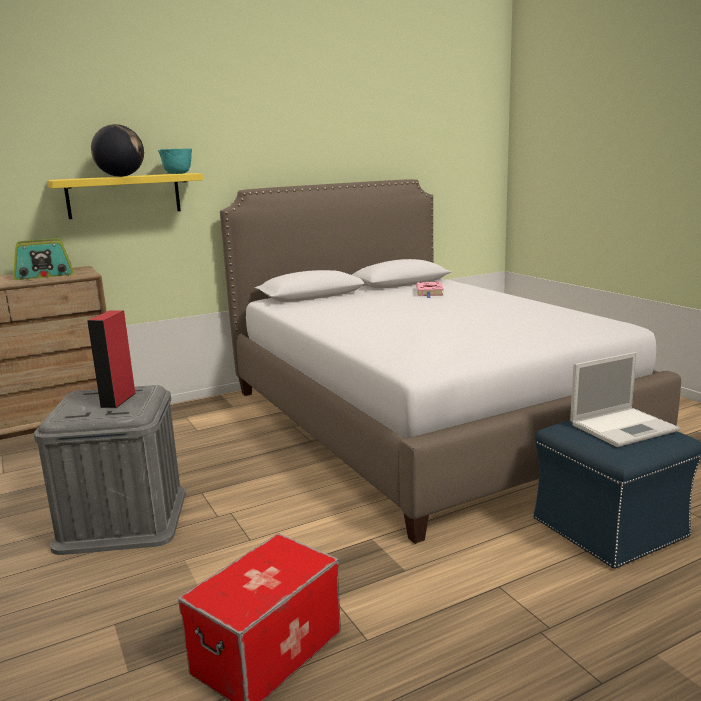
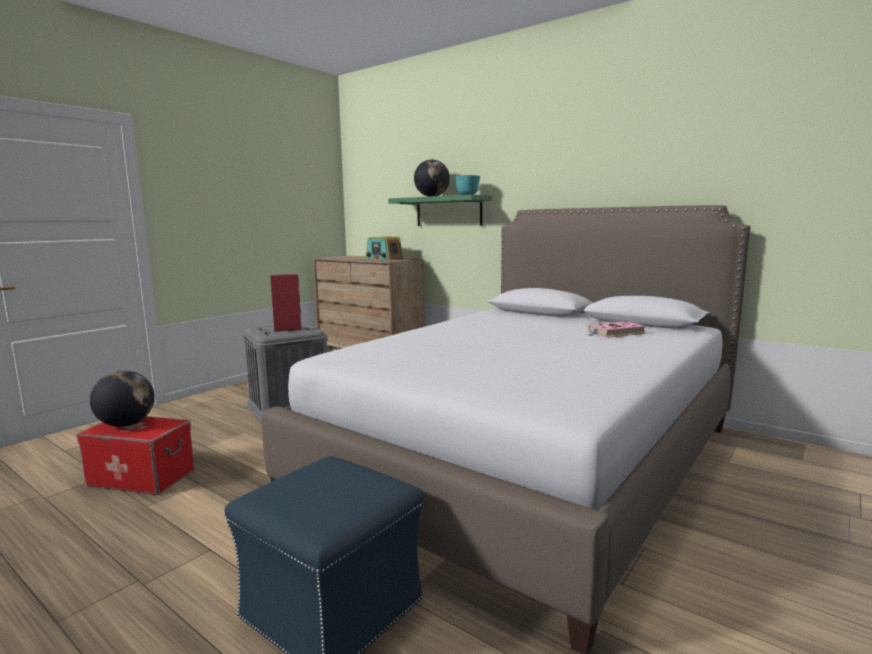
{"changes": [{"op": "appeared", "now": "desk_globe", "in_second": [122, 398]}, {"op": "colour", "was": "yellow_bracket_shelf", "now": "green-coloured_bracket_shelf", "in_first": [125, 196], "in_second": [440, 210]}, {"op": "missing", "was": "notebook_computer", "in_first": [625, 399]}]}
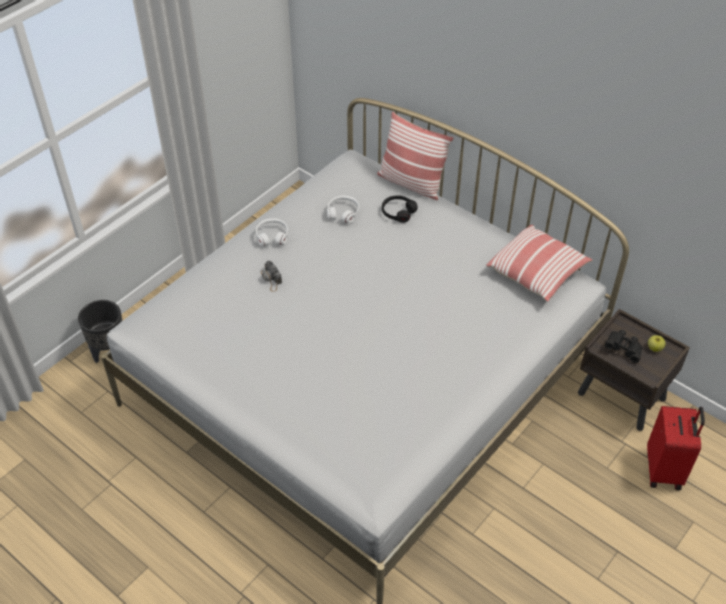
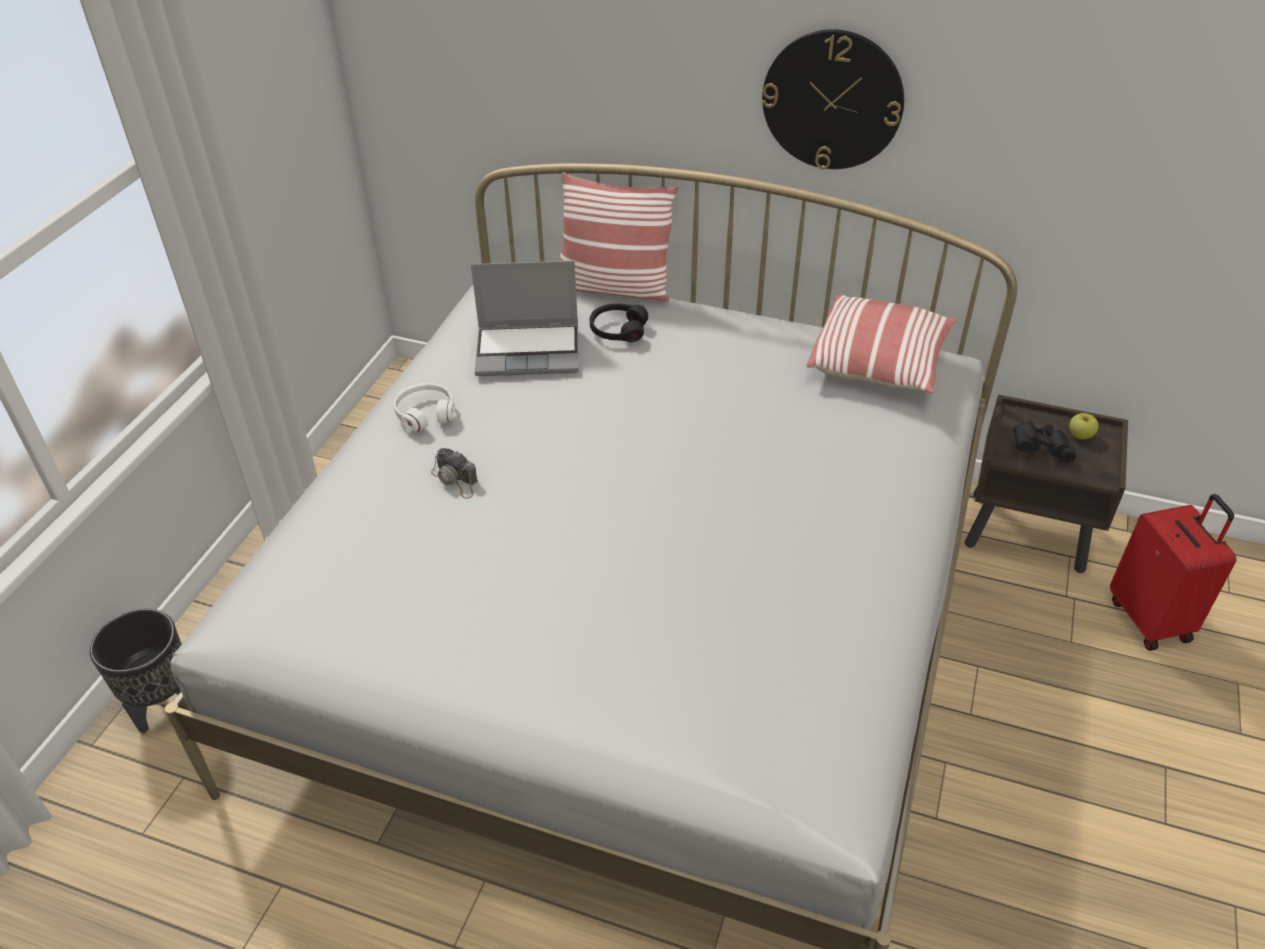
{"changes": [{"op": "exchanged", "was": "whitish_headset", "now": "notebook_computer", "in_first": [343, 209], "in_second": [525, 318]}, {"op": "appeared", "now": "wall_clock", "in_second": [833, 99]}]}
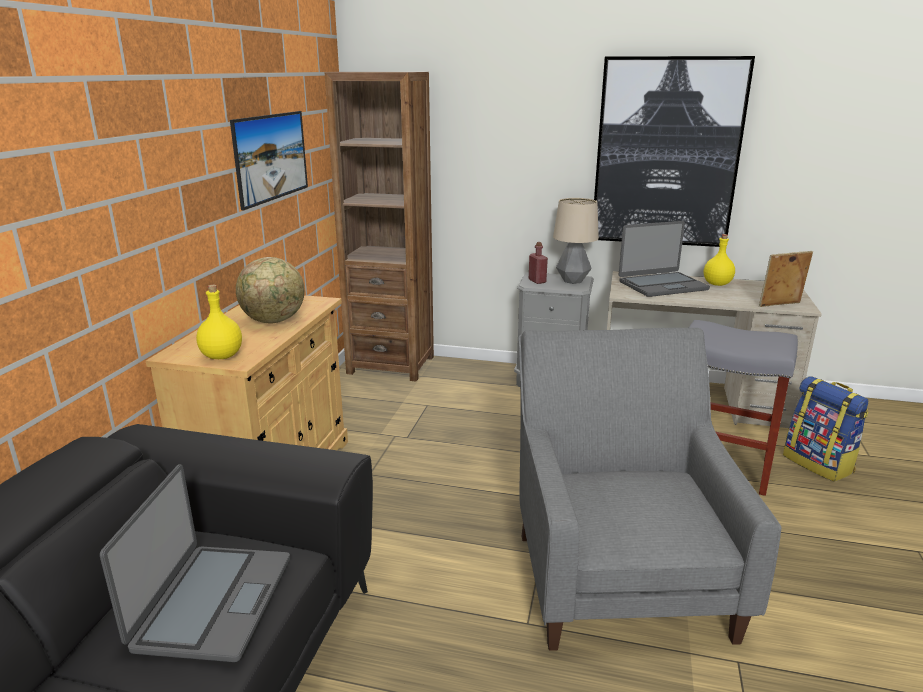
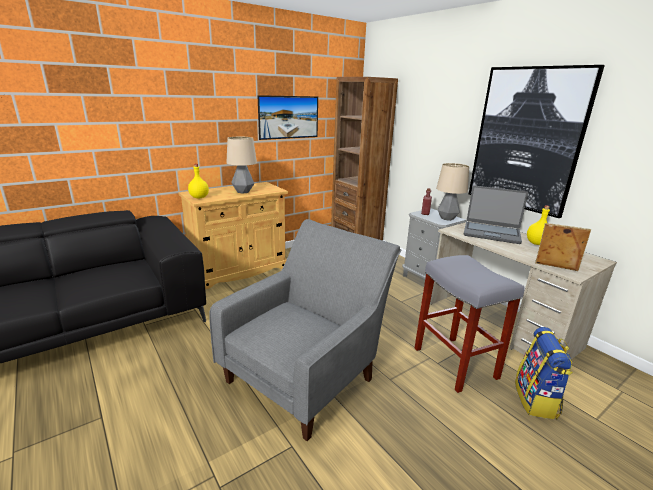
{"changes": [{"op": "exchanged", "was": "desk_globe", "now": "lamp_for_a_table", "in_first": [270, 290], "in_second": [241, 165]}, {"op": "missing", "was": "notebook_computer", "in_first": [195, 563]}]}
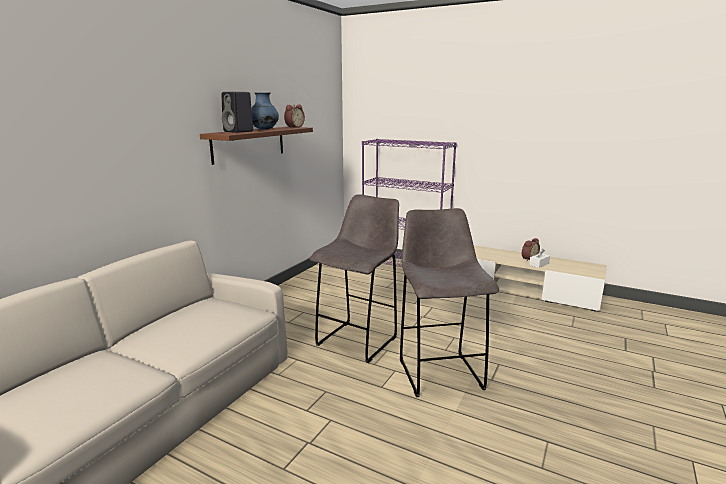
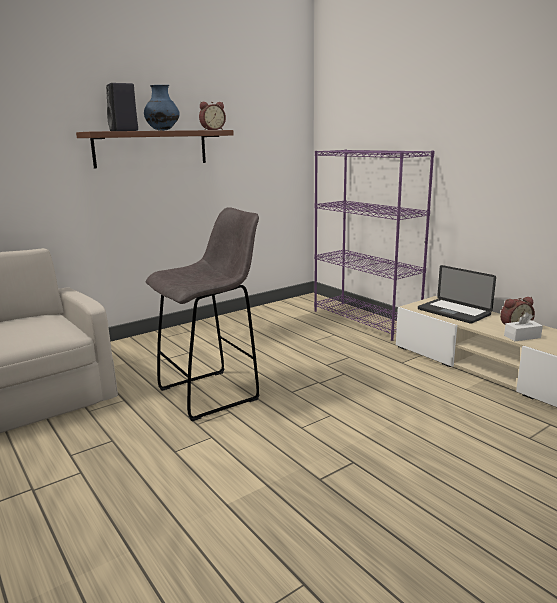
{"changes": [{"op": "appeared", "now": "notebook_computer", "in_second": [457, 294]}, {"op": "missing", "was": "grey_sitting_stool", "in_first": [449, 302]}]}
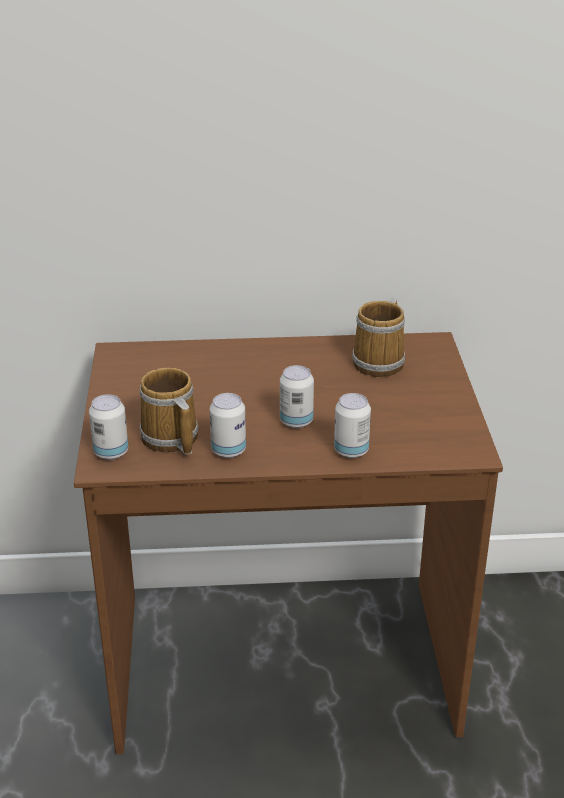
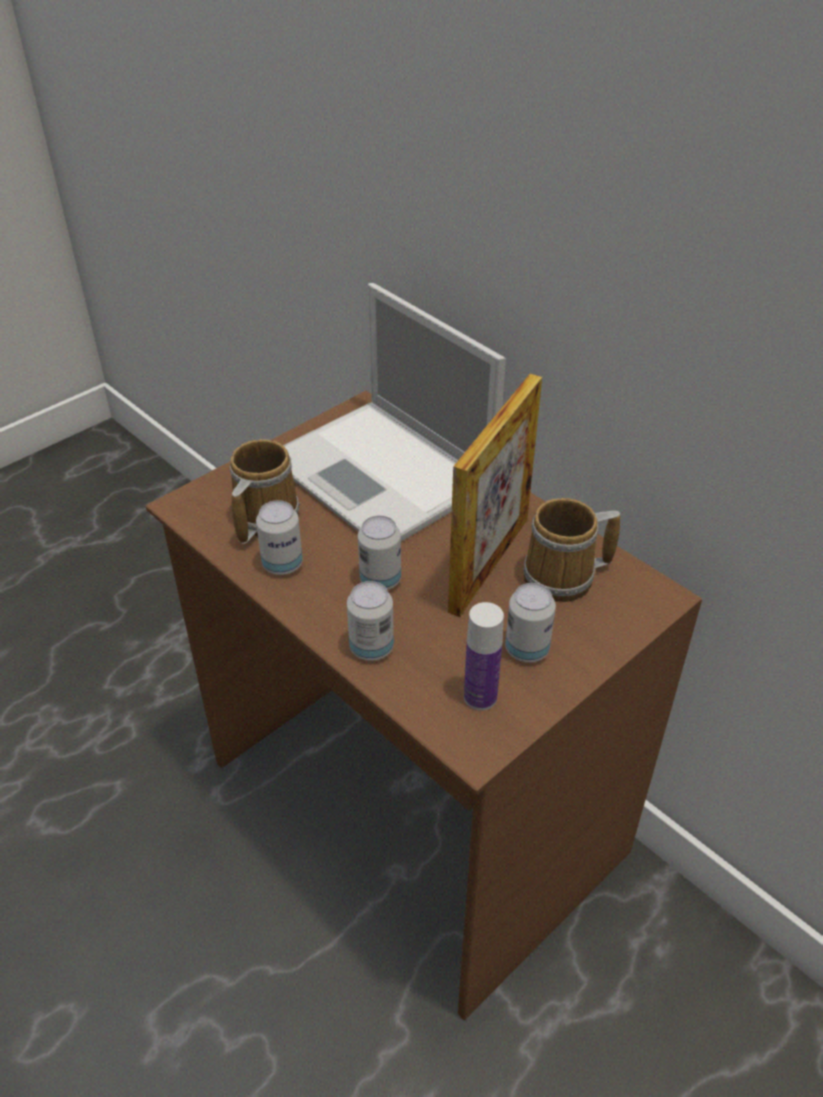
{"changes": [{"op": "appeared", "now": "notebook_computer", "in_second": [394, 412]}, {"op": "appeared", "now": "standing_frame", "in_second": [495, 495]}, {"op": "appeared", "now": "beverage_bottle", "in_second": [484, 656]}, {"op": "relocated", "was": "sealed_can", "in_first": [108, 427], "in_second": [530, 622]}]}
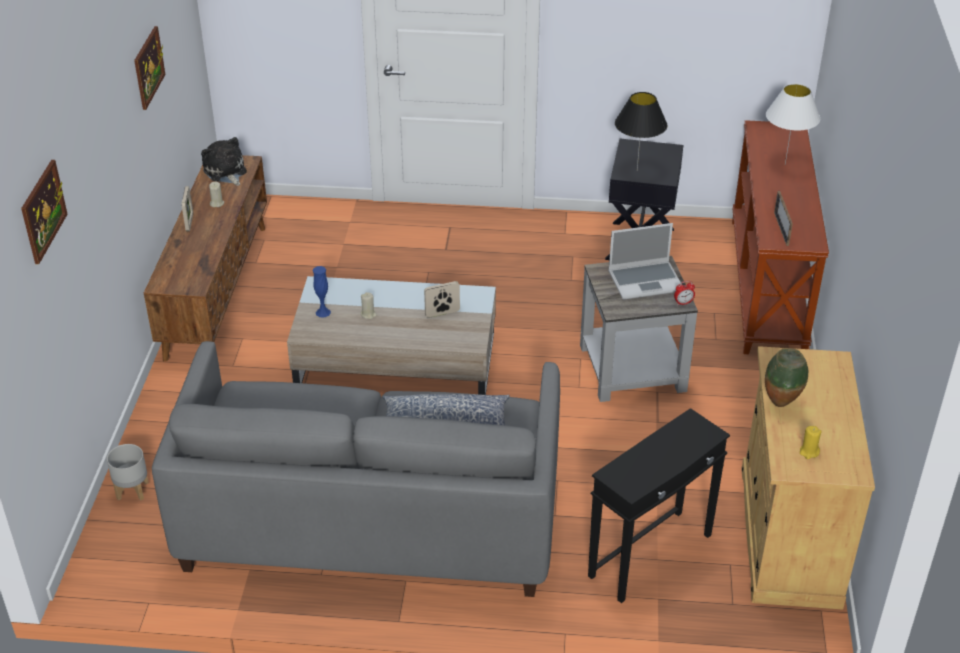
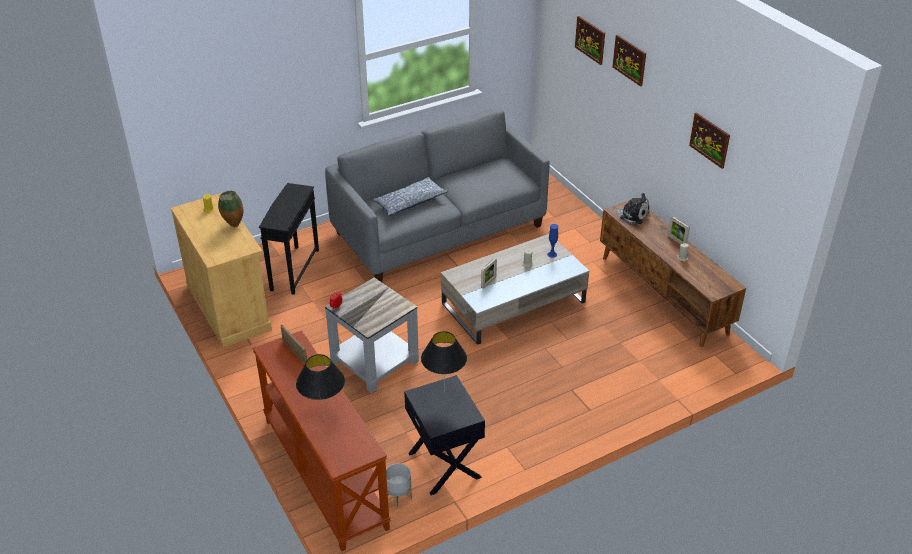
{"changes": [{"op": "colour", "was": "whitish_lamp_for_a_table", "now": "black_lamp_for_a_table", "in_first": [793, 123], "in_second": [320, 386]}, {"op": "relocated", "was": "grey_flower_pot", "in_first": [128, 472], "in_second": [399, 485]}, {"op": "appeared", "now": "wall_picture", "in_second": [629, 61]}, {"op": "relocated", "was": "soft_toy", "in_first": [224, 161], "in_second": [631, 208]}, {"op": "missing", "was": "notebook_computer", "in_first": [644, 261]}]}
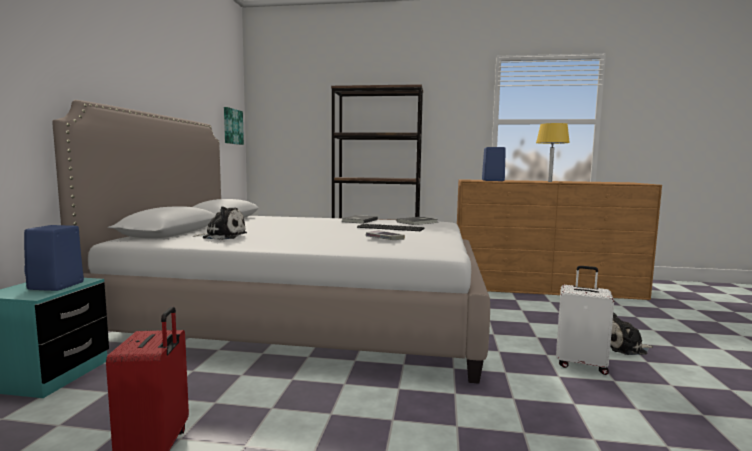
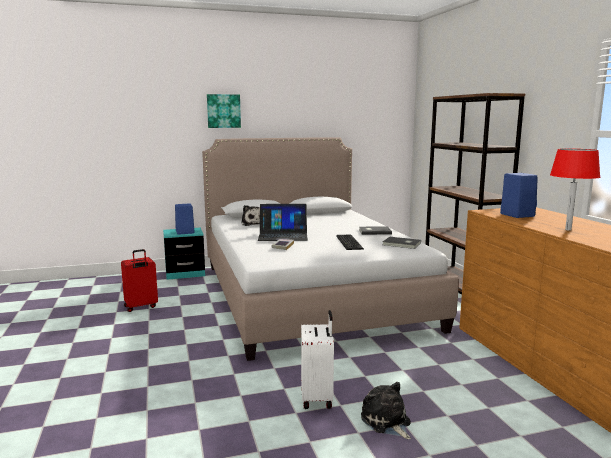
{"changes": [{"op": "relocated", "was": "wall_picture", "in_first": [234, 126], "in_second": [224, 111]}, {"op": "appeared", "now": "notebook_computer", "in_second": [283, 222]}, {"op": "colour", "was": "yellow_lamp_for_a_table", "now": "red-coloured_lamp_for_a_table", "in_first": [553, 152], "in_second": [575, 190]}]}
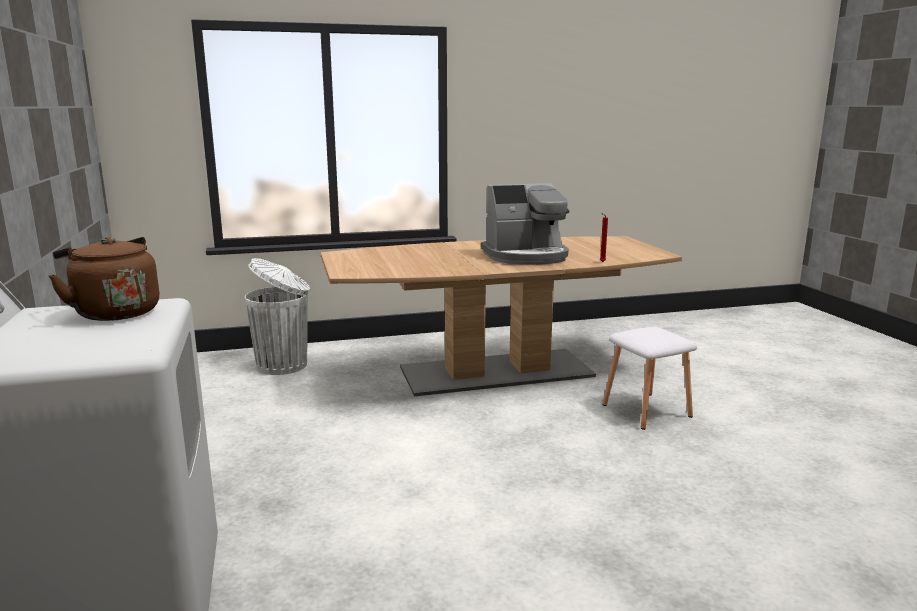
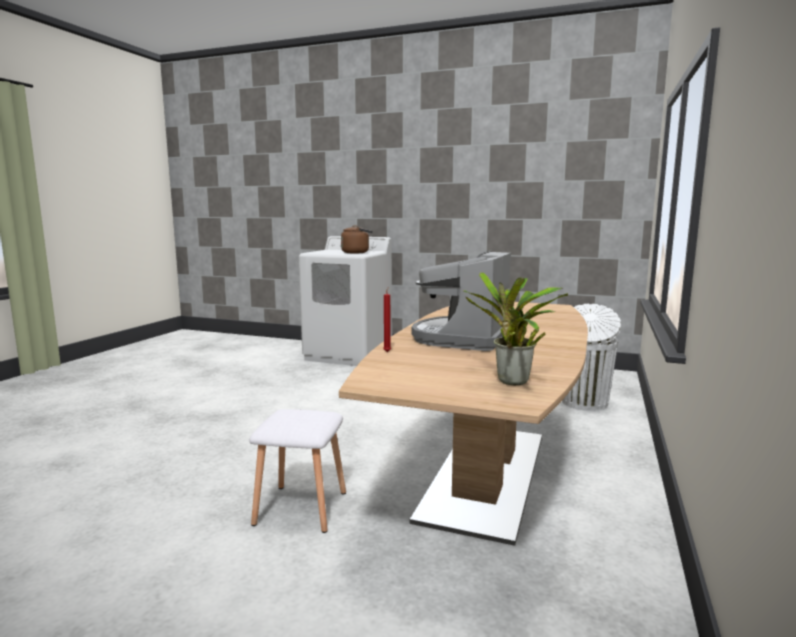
{"changes": [{"op": "appeared", "now": "houseplant", "in_second": [515, 328]}]}
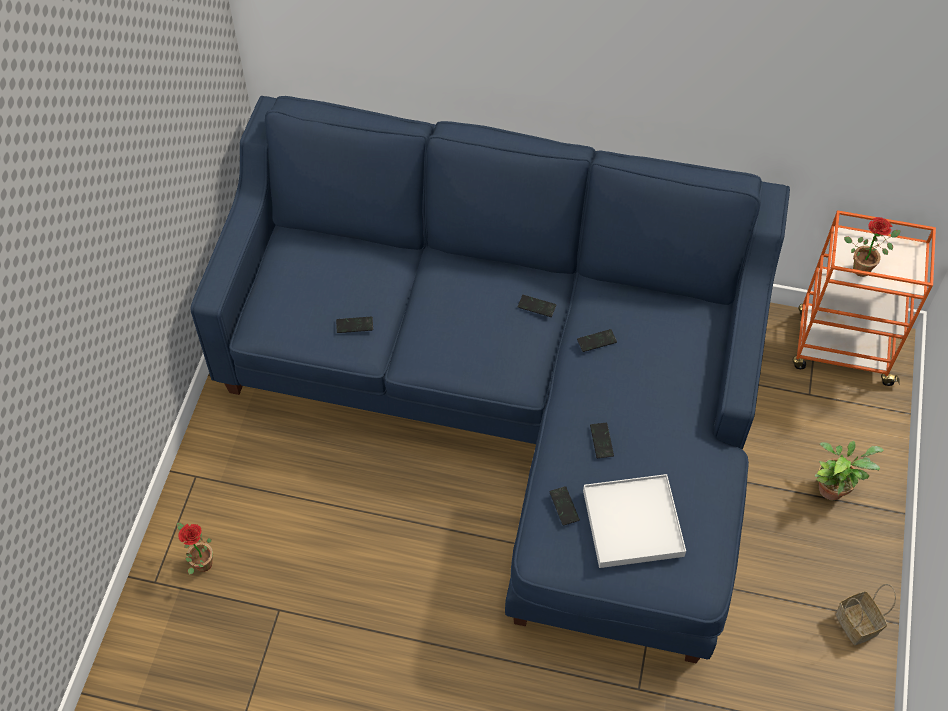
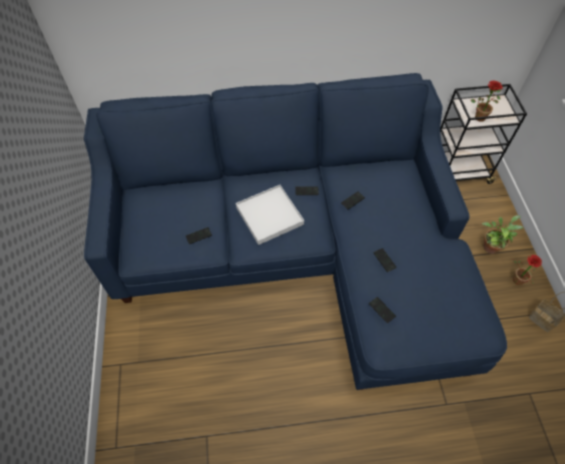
{"changes": [{"op": "relocated", "was": "whitish_serving_tray", "in_first": [634, 521], "in_second": [270, 215]}, {"op": "colour", "was": "orange-coloured_cart", "now": "black_cart", "in_first": [864, 298], "in_second": [483, 134]}, {"op": "relocated", "was": "houseplant", "in_first": [195, 548], "in_second": [527, 270]}]}
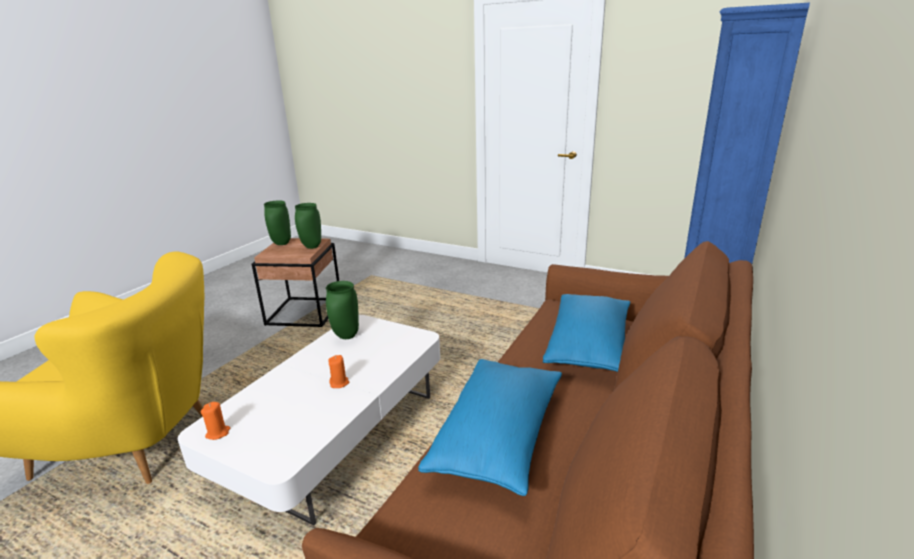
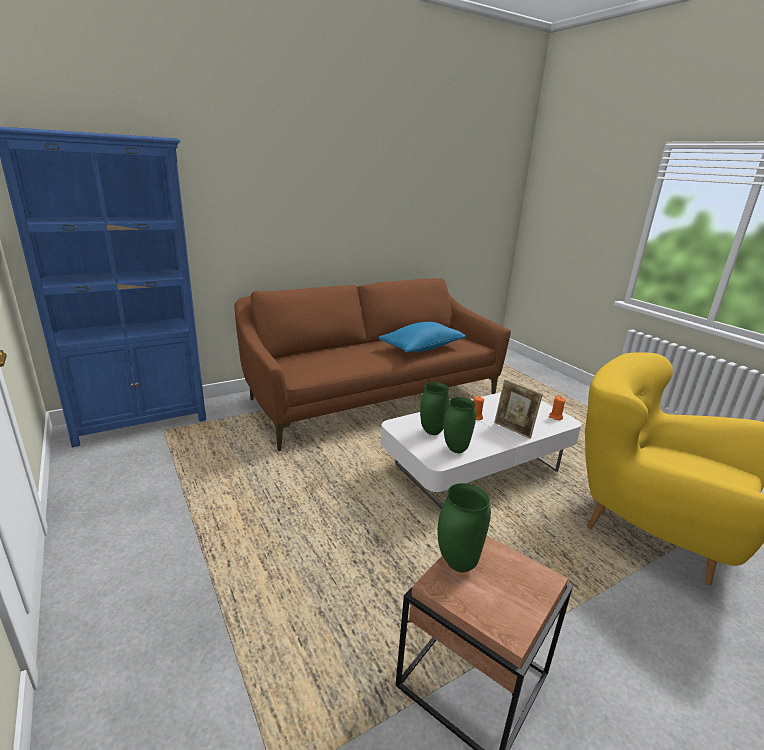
{"changes": [{"op": "relocated", "was": "green-coloured_flower_vase", "in_first": [277, 222], "in_second": [435, 408]}, {"op": "appeared", "now": "standing_frame", "in_second": [518, 409]}, {"op": "missing", "was": "blue_throw_pillow", "in_first": [586, 333]}]}
